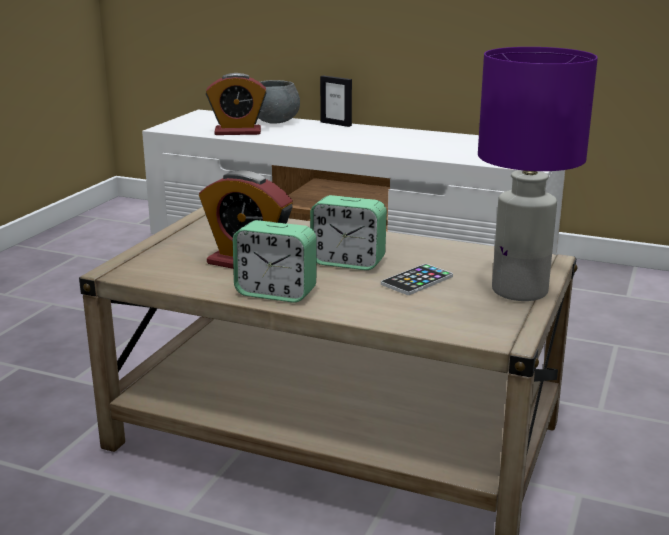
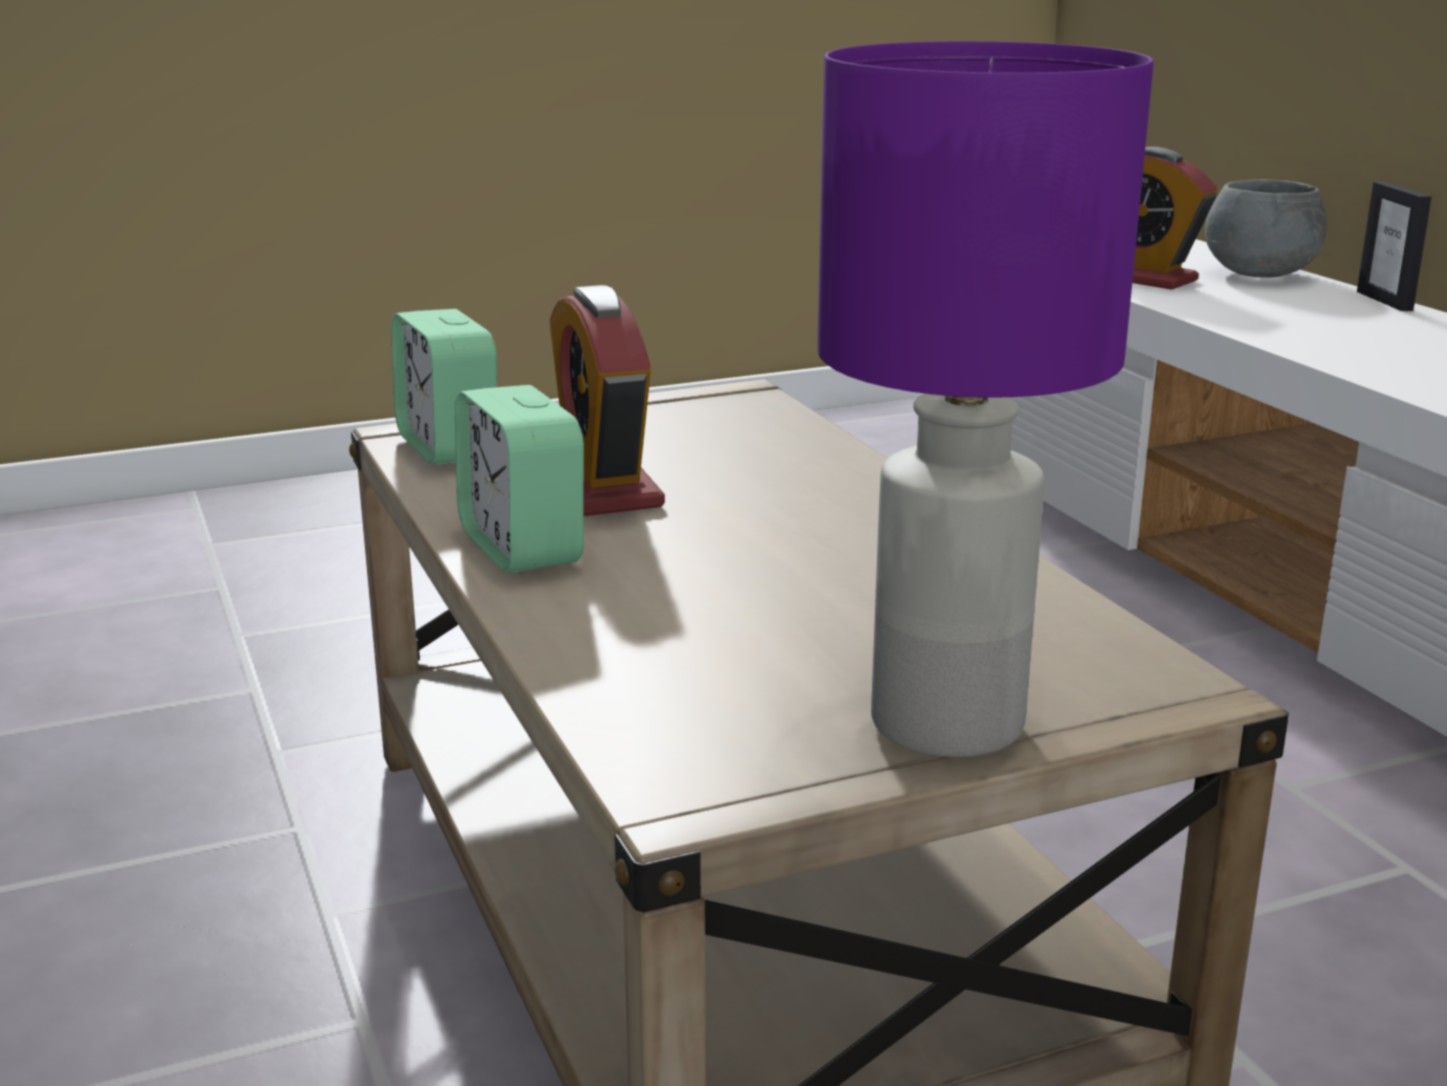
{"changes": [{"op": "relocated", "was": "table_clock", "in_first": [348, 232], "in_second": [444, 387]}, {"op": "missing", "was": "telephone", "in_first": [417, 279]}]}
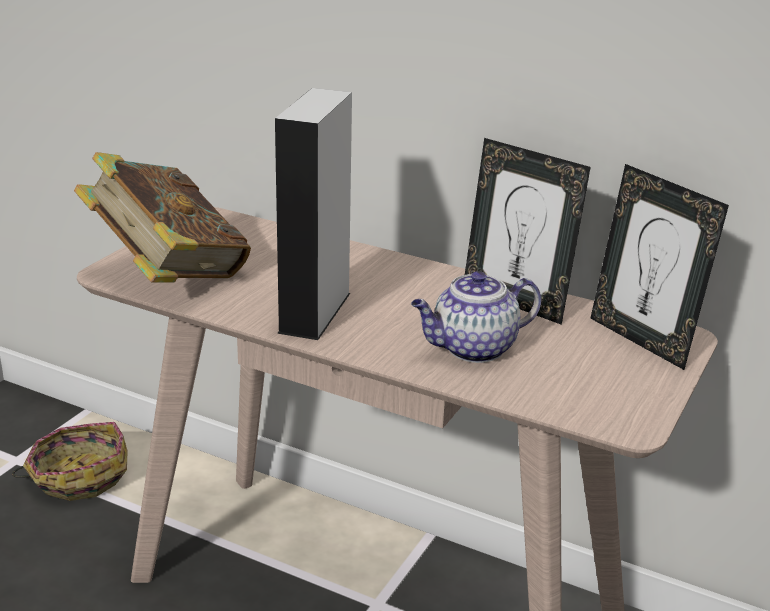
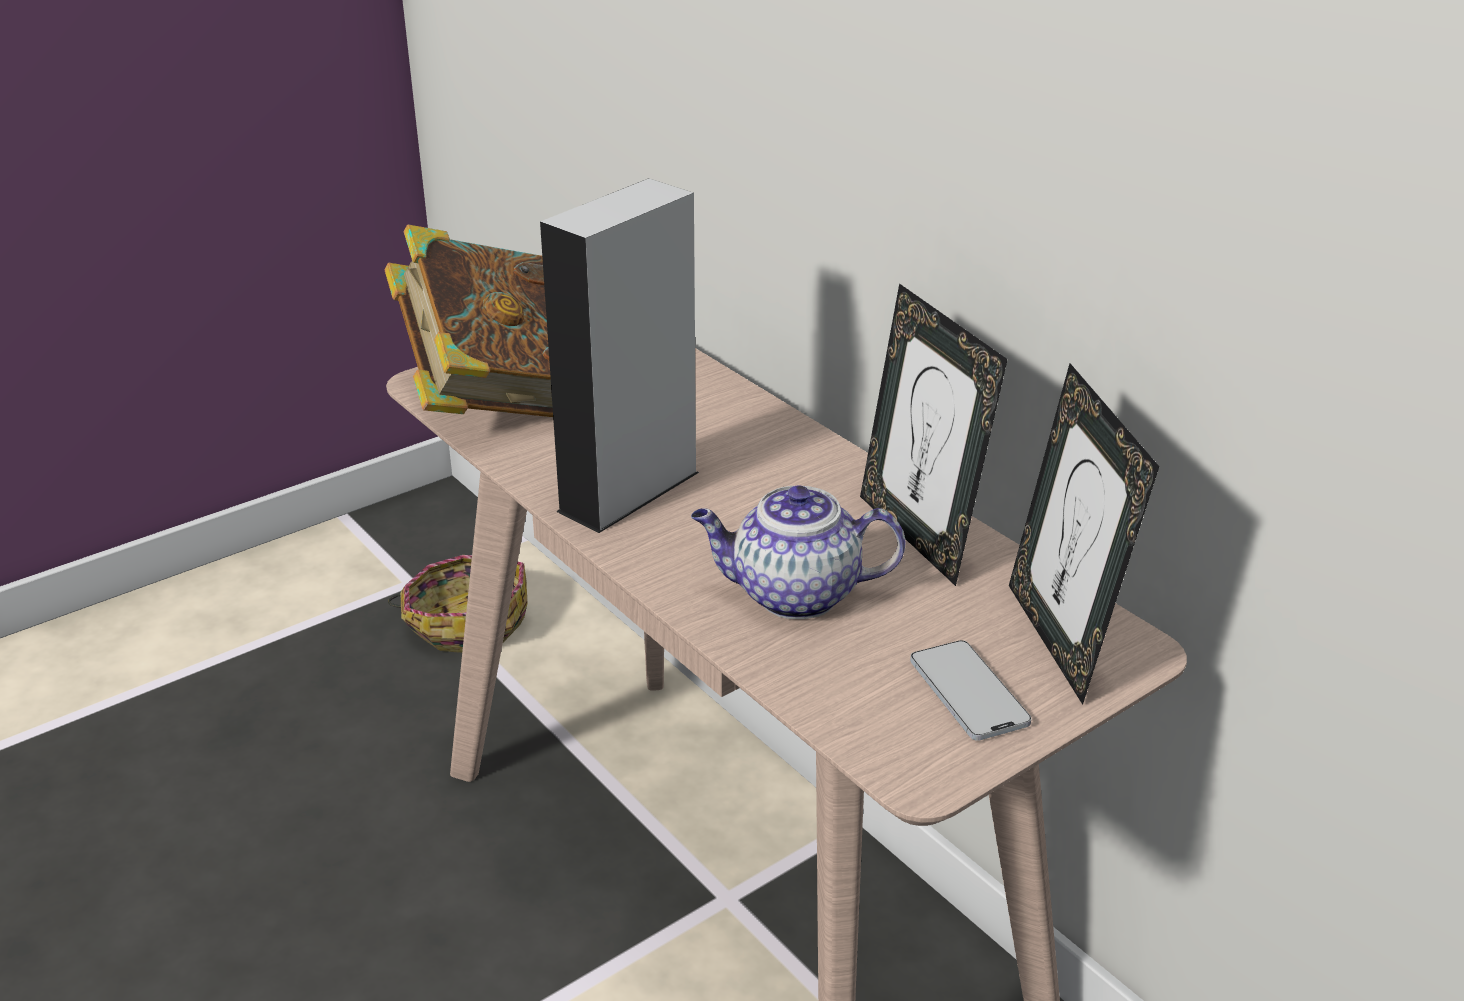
{"changes": [{"op": "appeared", "now": "telephone", "in_second": [971, 690]}]}
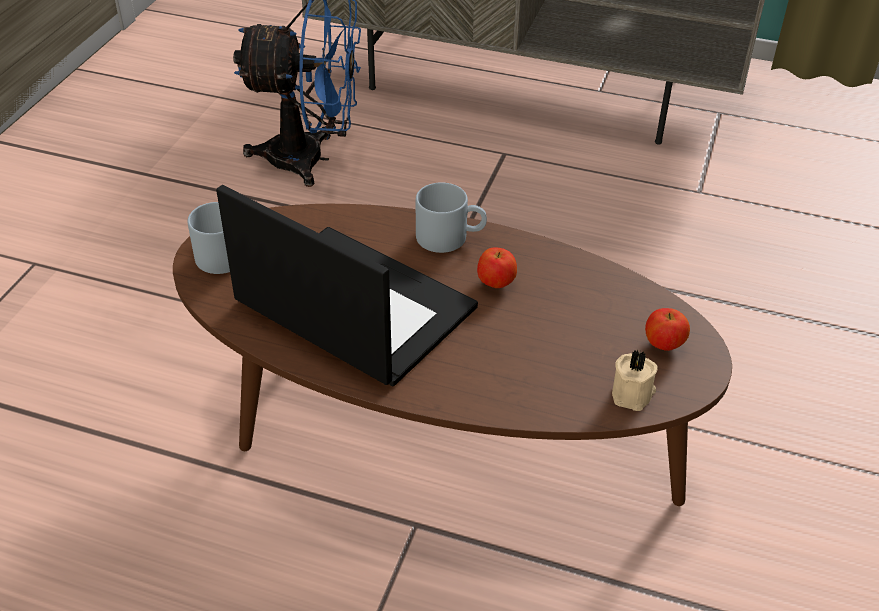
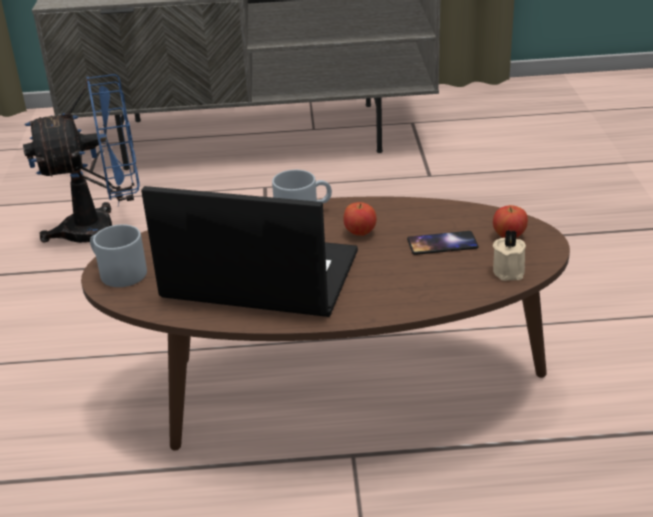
{"changes": [{"op": "appeared", "now": "telephone", "in_second": [443, 243]}]}
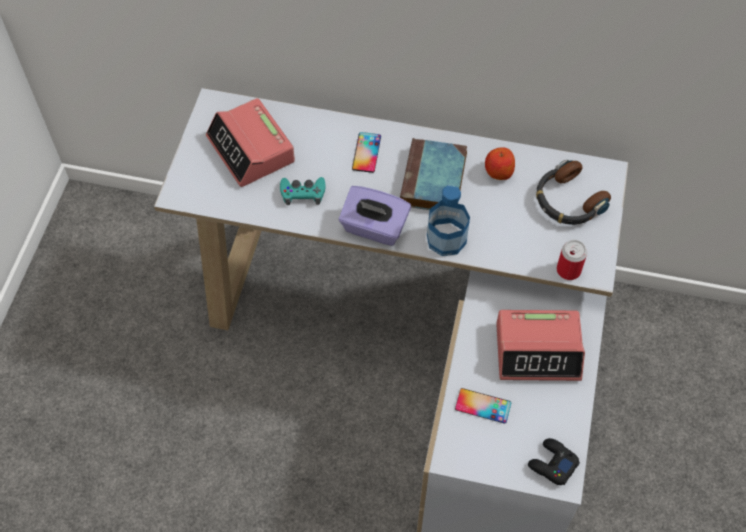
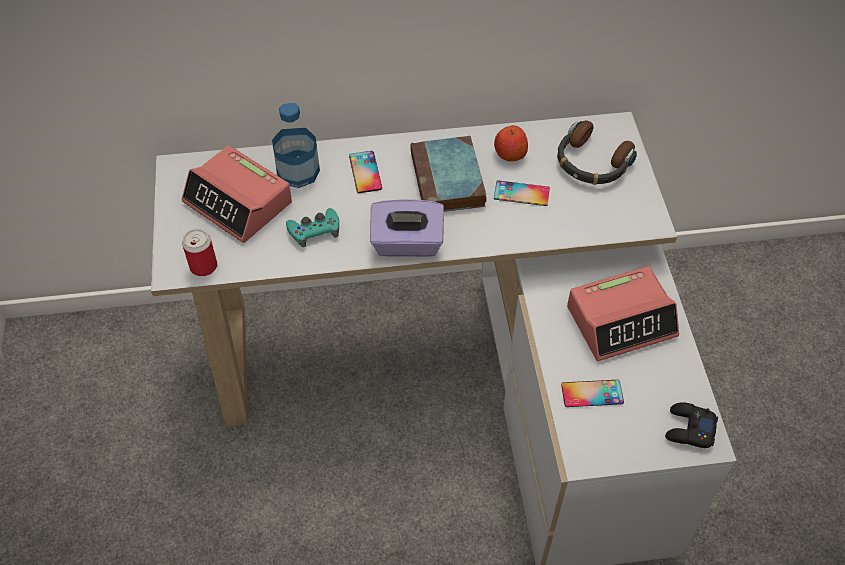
{"changes": [{"op": "relocated", "was": "sealed_can", "in_first": [572, 260], "in_second": [199, 252]}, {"op": "relocated", "was": "beverage_bottle", "in_first": [448, 220], "in_second": [296, 145]}, {"op": "appeared", "now": "telephone", "in_second": [522, 193]}]}
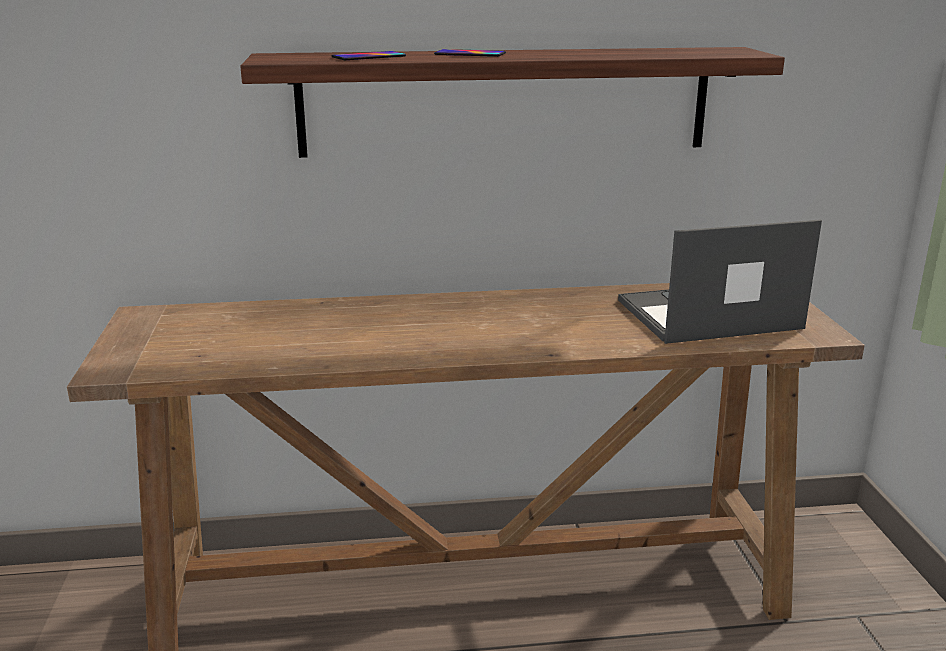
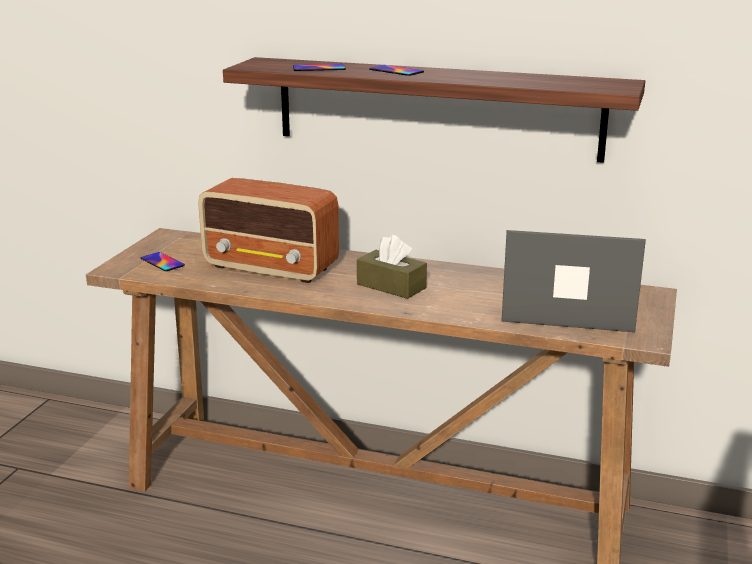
{"changes": [{"op": "appeared", "now": "telephone", "in_second": [163, 261]}, {"op": "appeared", "now": "radio_set", "in_second": [268, 230]}, {"op": "appeared", "now": "brownish_tissue_holder", "in_second": [392, 267]}]}
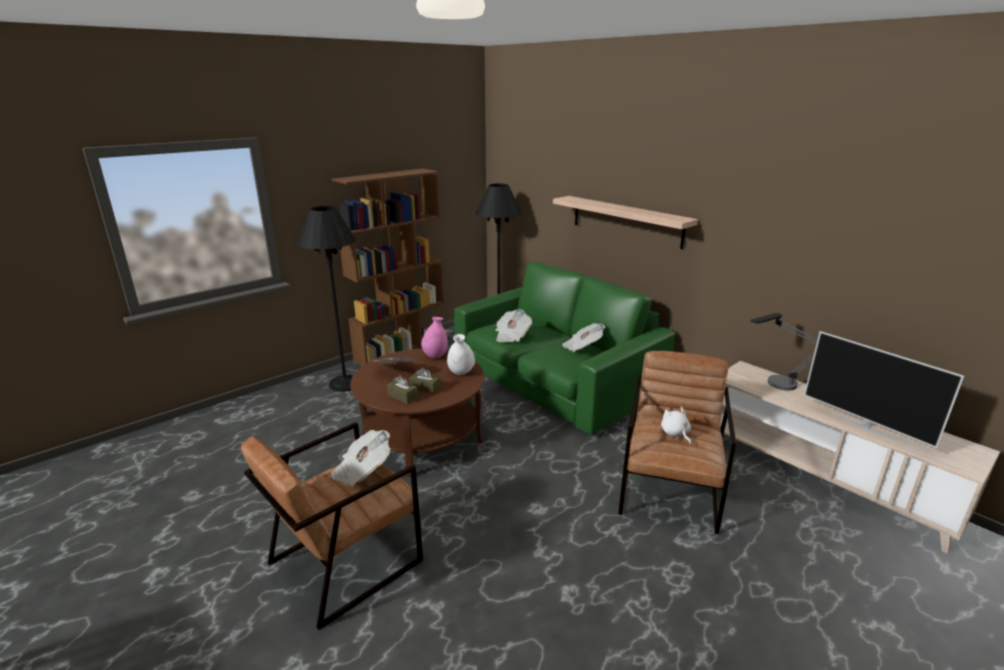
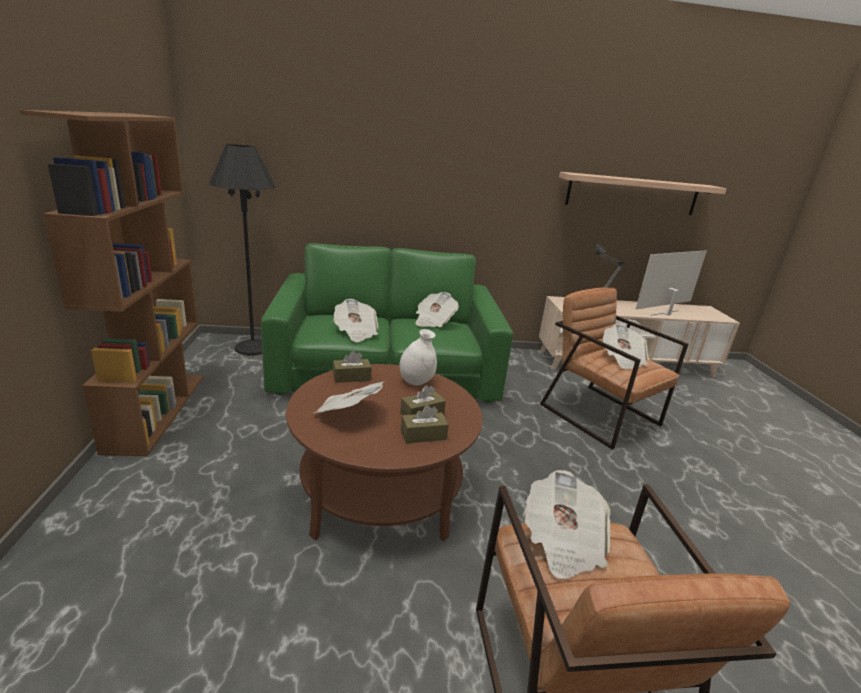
{"changes": [{"op": "exchanged", "was": "pink-coloured_flower_vase", "now": "brownish_tissue_holder", "in_first": [434, 337], "in_second": [352, 367]}, {"op": "relocated", "was": "bracket_shelf", "in_first": [625, 222], "in_second": [643, 193]}, {"op": "exchanged", "was": "whitish_soft_toy", "now": "newspaper", "in_first": [676, 425], "in_second": [625, 346]}, {"op": "spun", "was": "TV_set", "in_first": [884, 389], "in_second": [671, 283], "clockwise": 150}, {"op": "missing", "was": "black_standard_lamp", "in_first": [327, 299]}]}
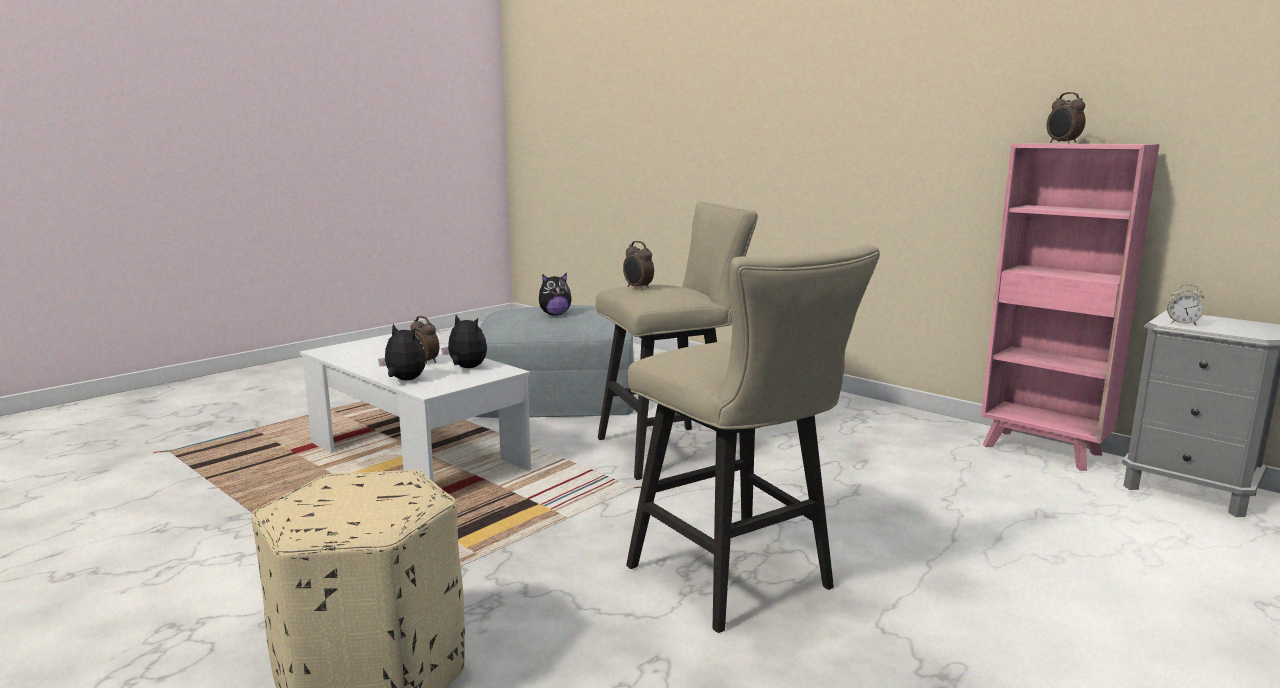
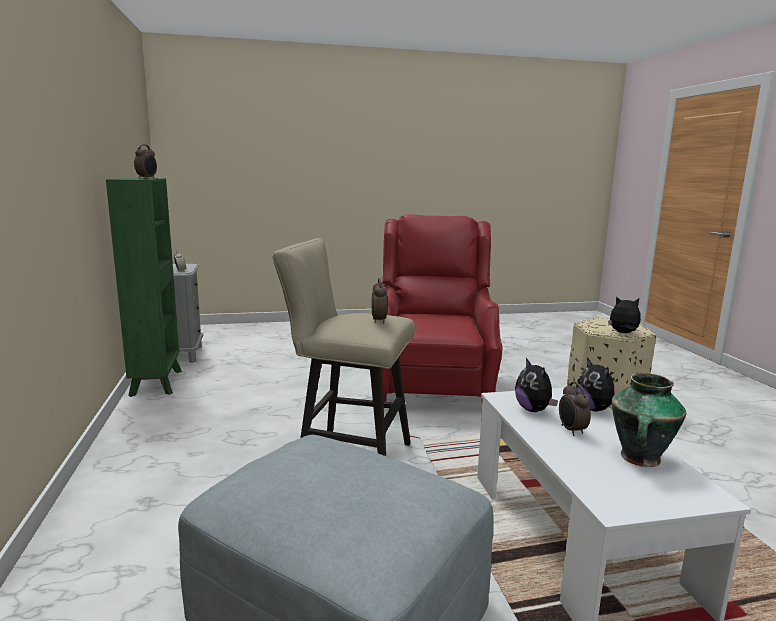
{"changes": [{"op": "colour", "was": "pink-coloured_bookcase", "now": "green-coloured_bookcase", "in_first": [1070, 307], "in_second": [144, 287]}, {"op": "exchanged", "was": "beige-coloured_sitting_stool", "now": "red-coloured_armchair", "in_first": [753, 438], "in_second": [442, 308]}, {"op": "relocated", "was": "soft_toy", "in_first": [555, 294], "in_second": [624, 314]}, {"op": "appeared", "now": "flower_vase", "in_second": [648, 420]}]}
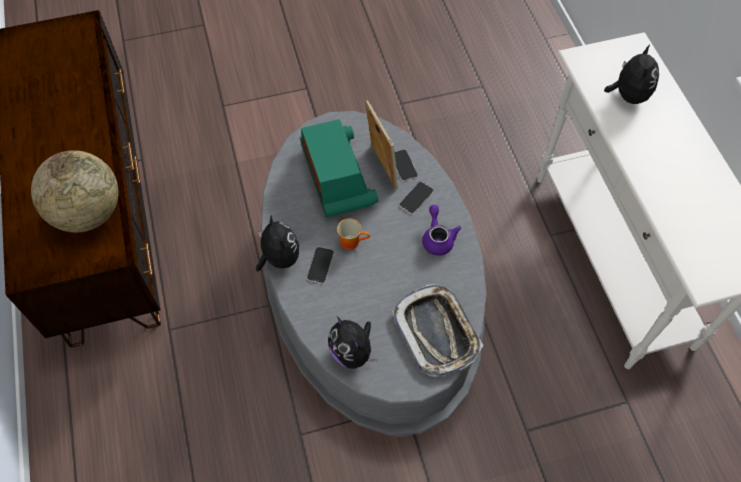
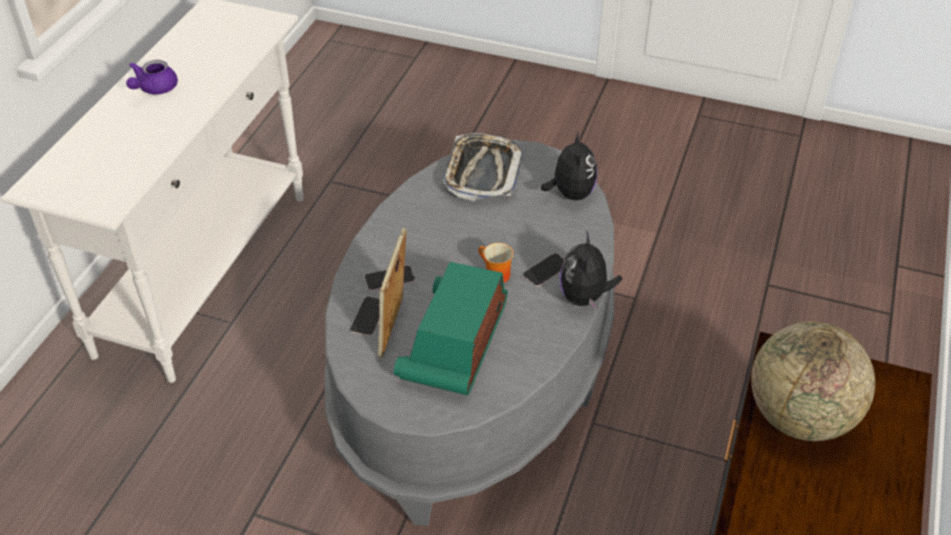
{"changes": [{"op": "relocated", "was": "purplish_teapot", "in_first": [441, 230], "in_second": [152, 77]}, {"op": "missing", "was": "soft_toy", "in_first": [631, 74]}]}
